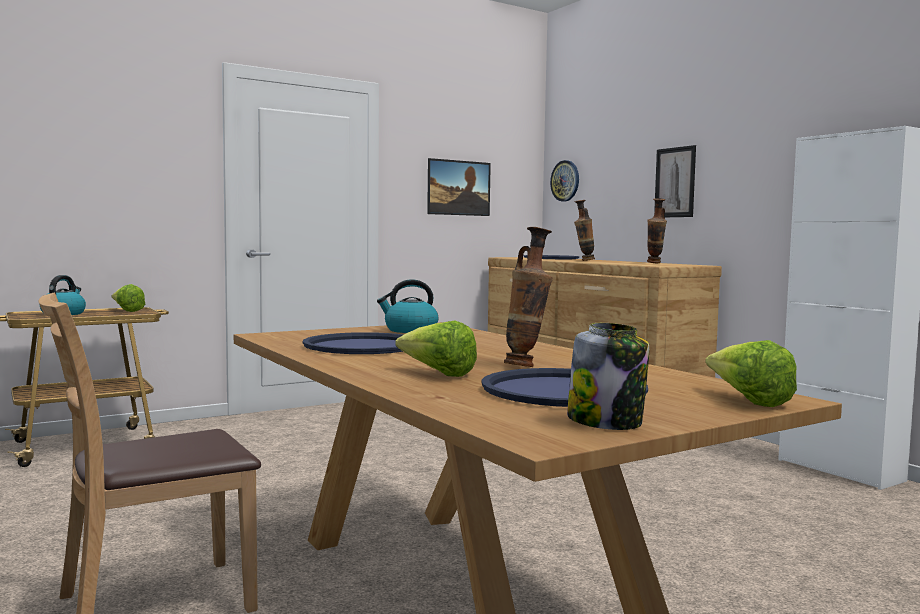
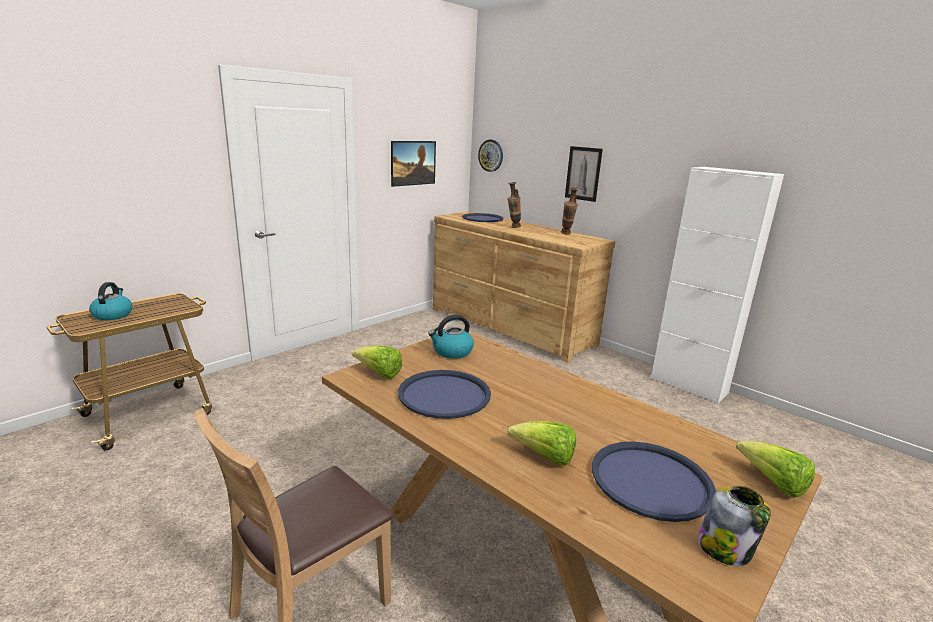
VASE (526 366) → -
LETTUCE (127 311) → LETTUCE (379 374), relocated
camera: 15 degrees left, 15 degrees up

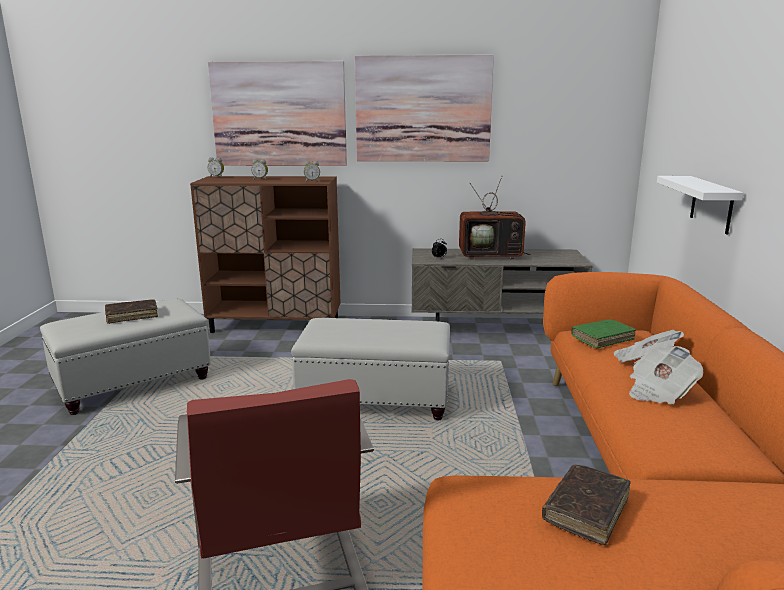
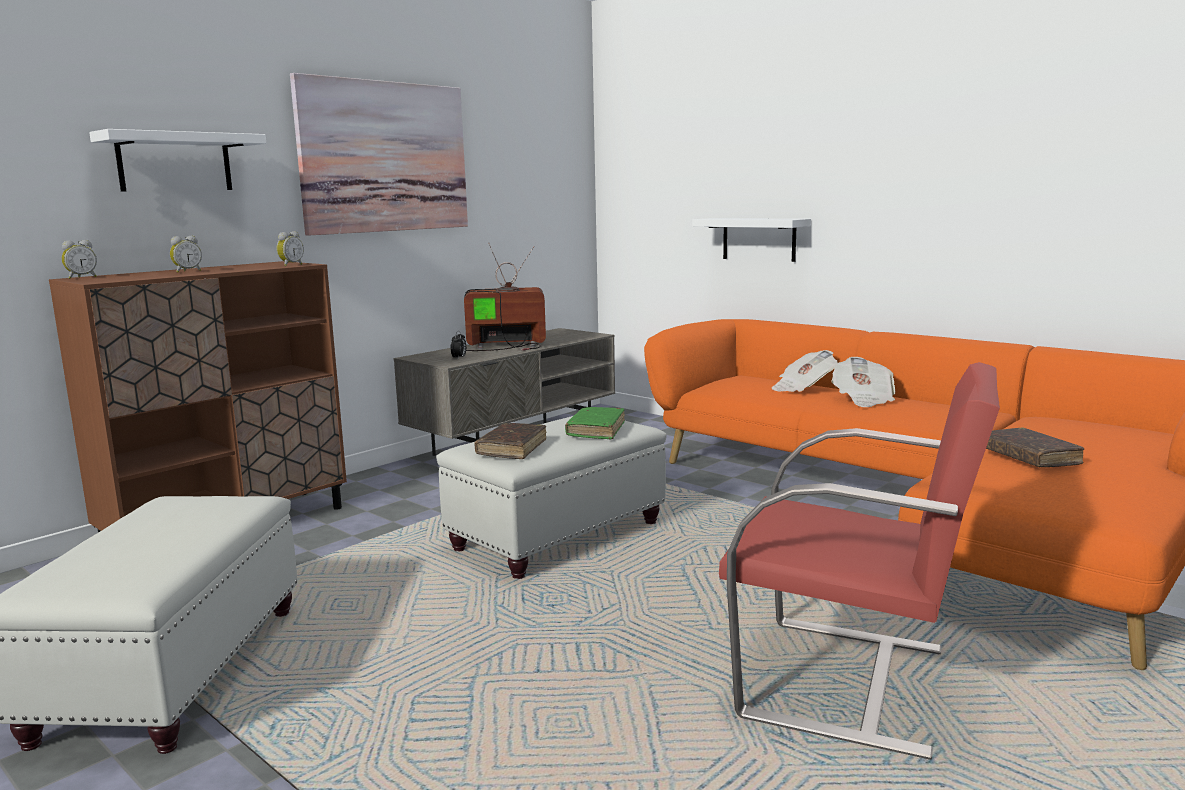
BROWN BOOK (132 316) → BROWN BOOK (512 449), relocated
GREEN BOOK (602 339) → GREEN BOOK (596 430), relocated
PICTURE (279 114) → WHITE SHELF (175 162)
TELEVISION (491 255) → TELEVISION (503 346), 135 degrees counterclockwise
camera: 50 degrees left, 5 degrees down

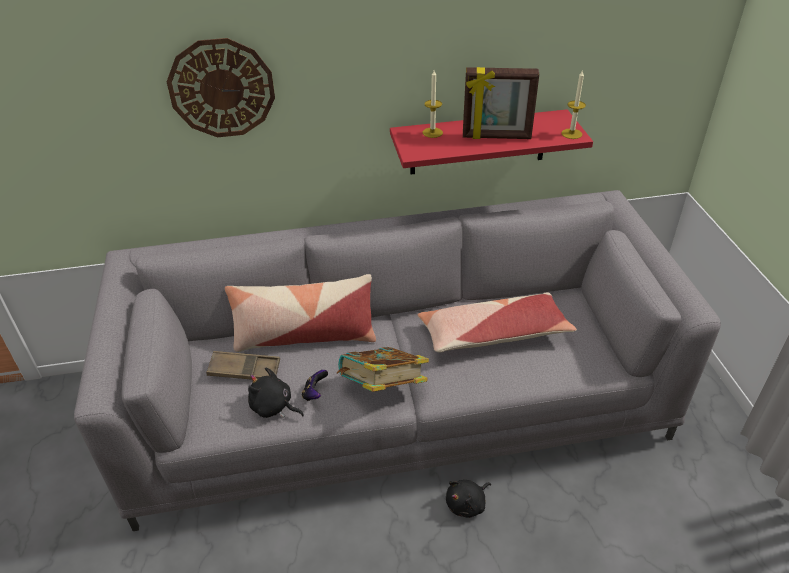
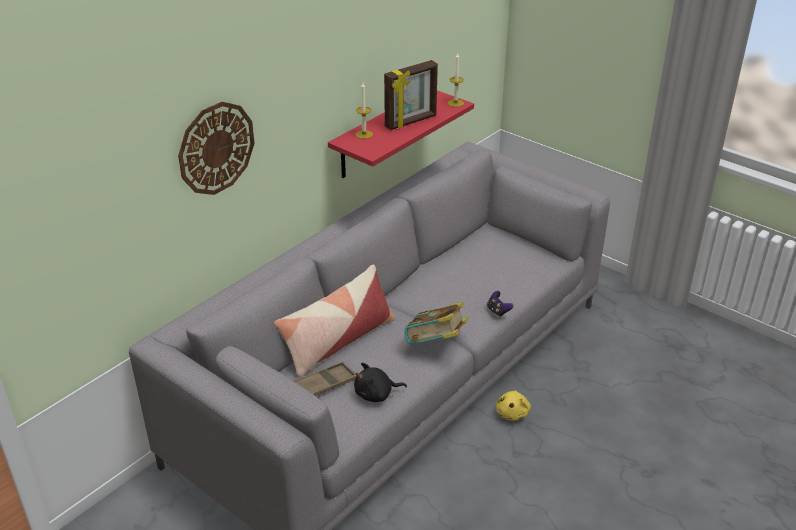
PILLOW (493 334) → -
GAME CONTROLLER (315 393) → GAME CONTROLLER (498 311), relocated
BLACK PLUSH TOY (467 504) → YELLOW PLUSH TOY (512 413)
camera: 40 degrees left, 5 degrees down

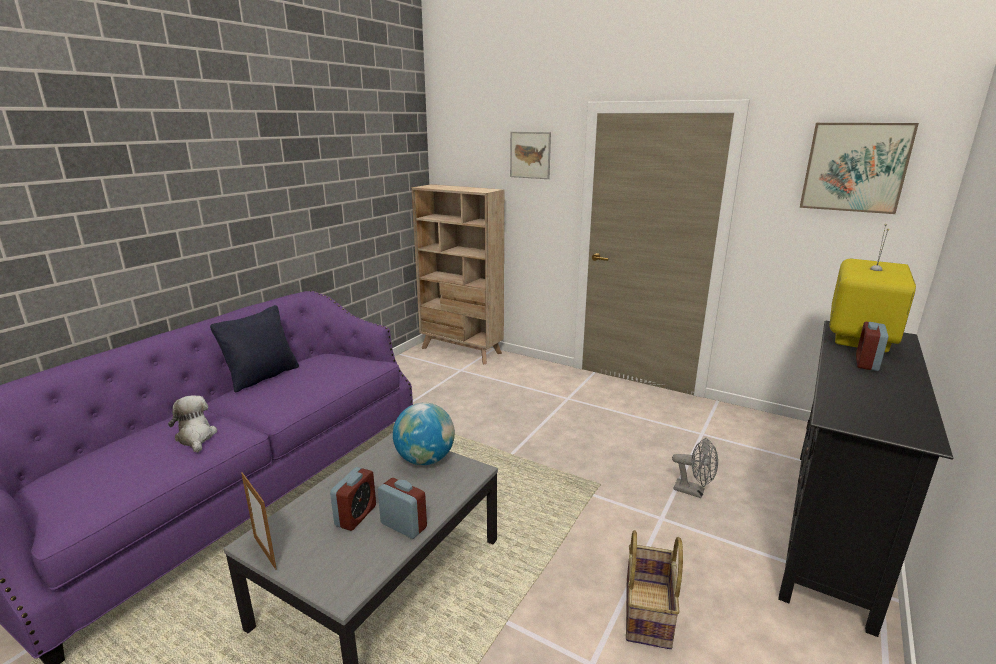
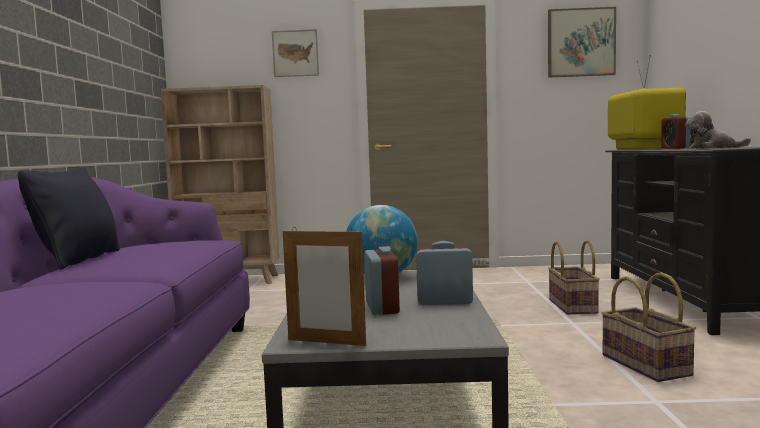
PLUSH TOY (196 437) → PLUSH TOY (712 148), relocated
GREY FAN (694 491) → BASKET (571 306)
camera: 30 degrees left, 15 degrees down

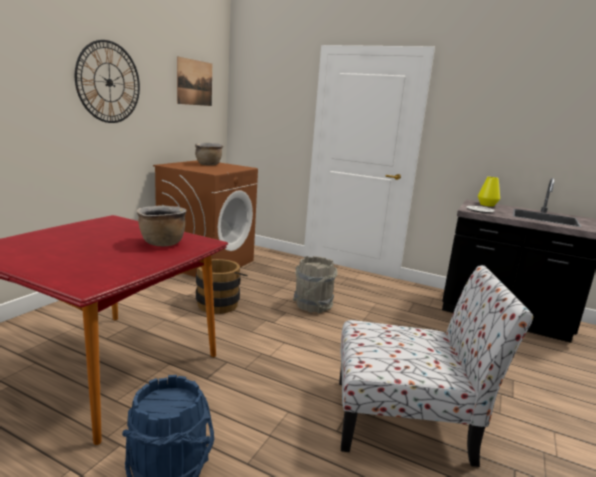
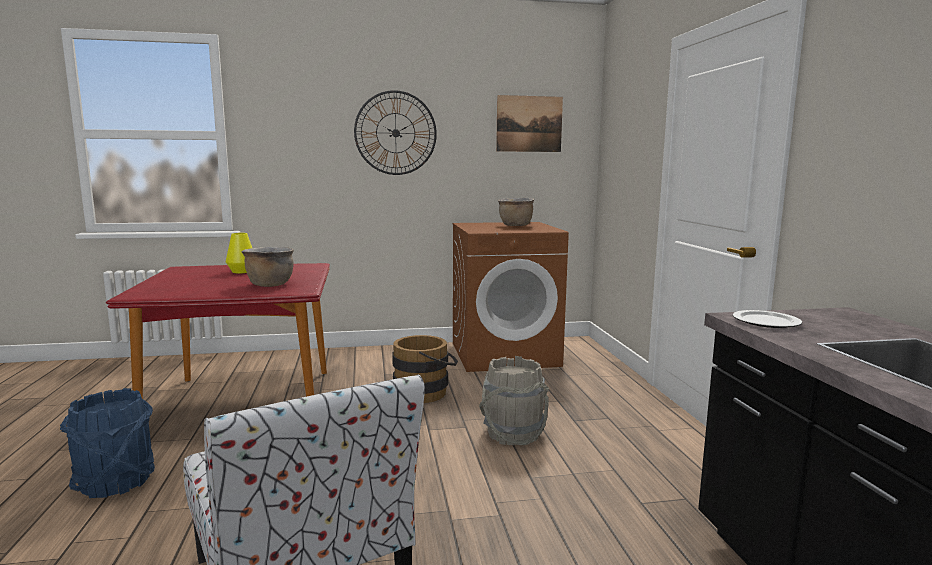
YELLOW VASE (487 205) → YELLOW VASE (241 271), relocated
camera: 55 degrees right, 5 degrees down

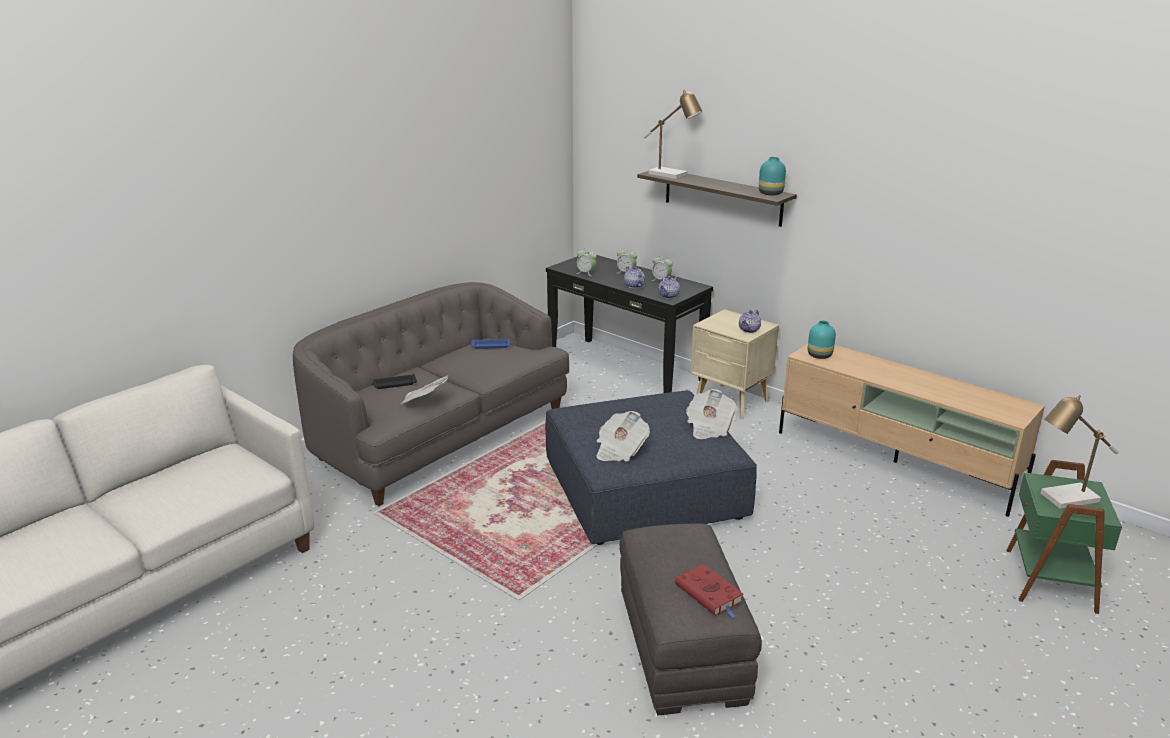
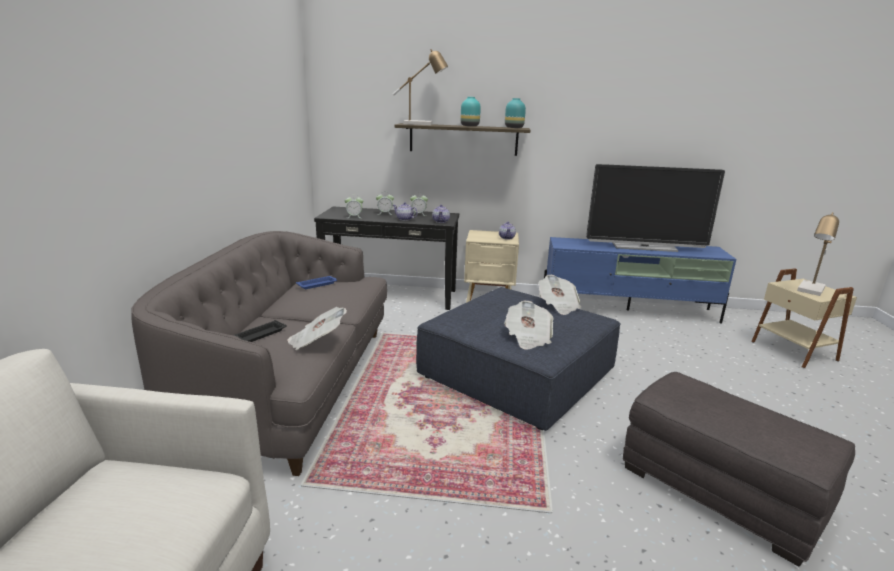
RED BOOK (710 594) → -
- → TELEVISION (644 247)
TURQUOISE VASE (820 355) → TURQUOISE VASE (470 126), relocated
BEIGE TV STAND (896 462) → BLUE TV STAND (629 310)
GREEN SIDE TABLE (1047 580) → BEIGE SIDE TABLE (792 351)
camera: 35 degrees left, 5 degrees down

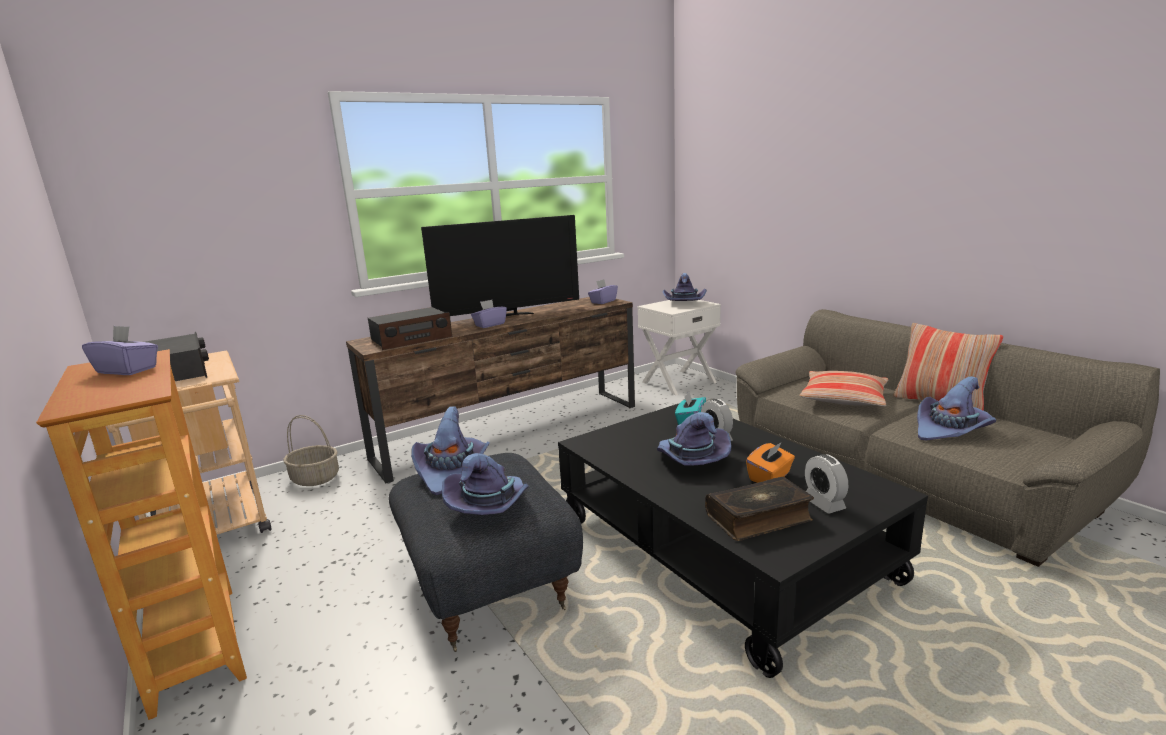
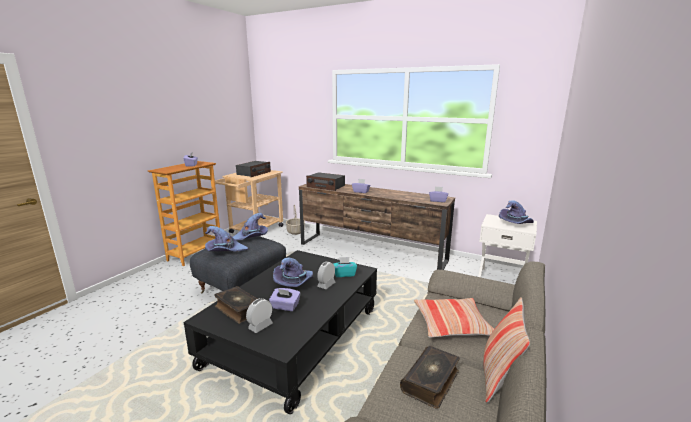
TELEVISION (508 315) → -
PURPLE HAT (951 430) → BOOK (431 381)
ORANGE TISSUE BOX (770 477) → PURPLE TISSUE BOX (285 307)
camera: 60 degrees right, 0 degrees up

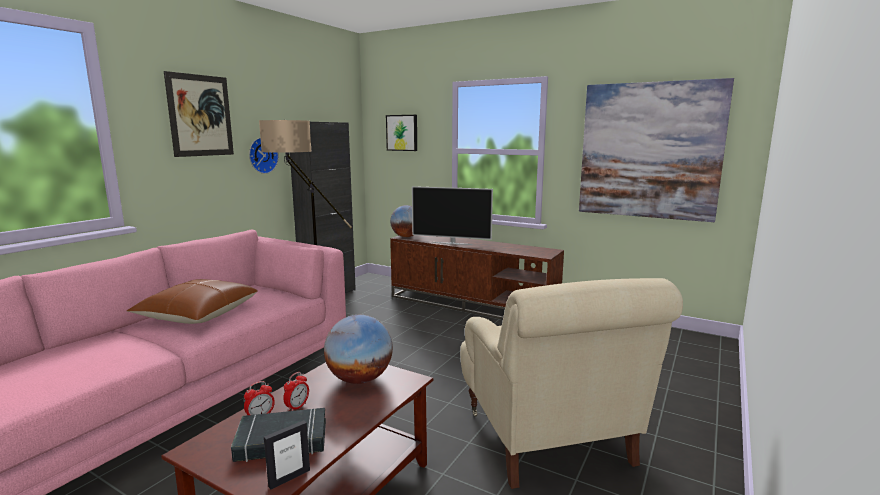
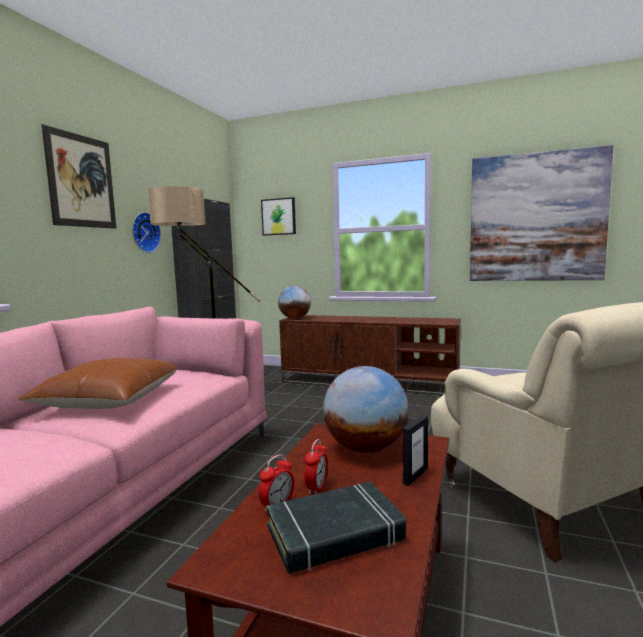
TELEVISION (452 243) → -
PICTURE FRAME (289 478) → PICTURE FRAME (415 476), relocated
camera: 10 degrees left, 5 degrees down

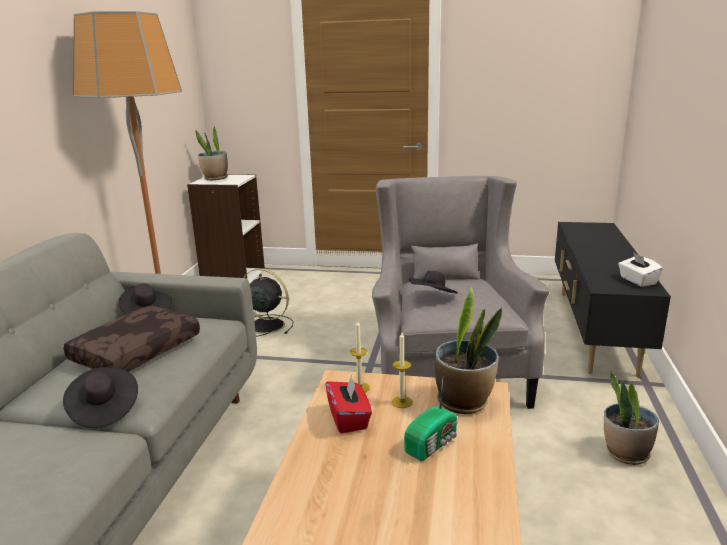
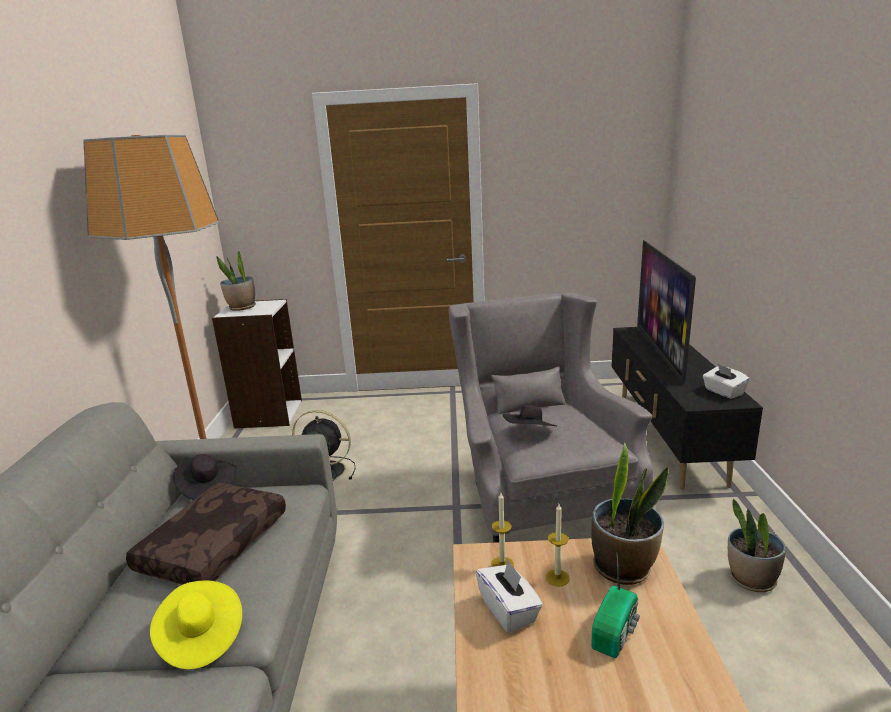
- → TELEVISION (660 352)
BLACK HAT (103 410) → YELLOW HAT (200 638)
RED TISSUE BOX (349 419) → WHITE TISSUE BOX (509 610)
camera: 10 degrees left, 0 degrees up

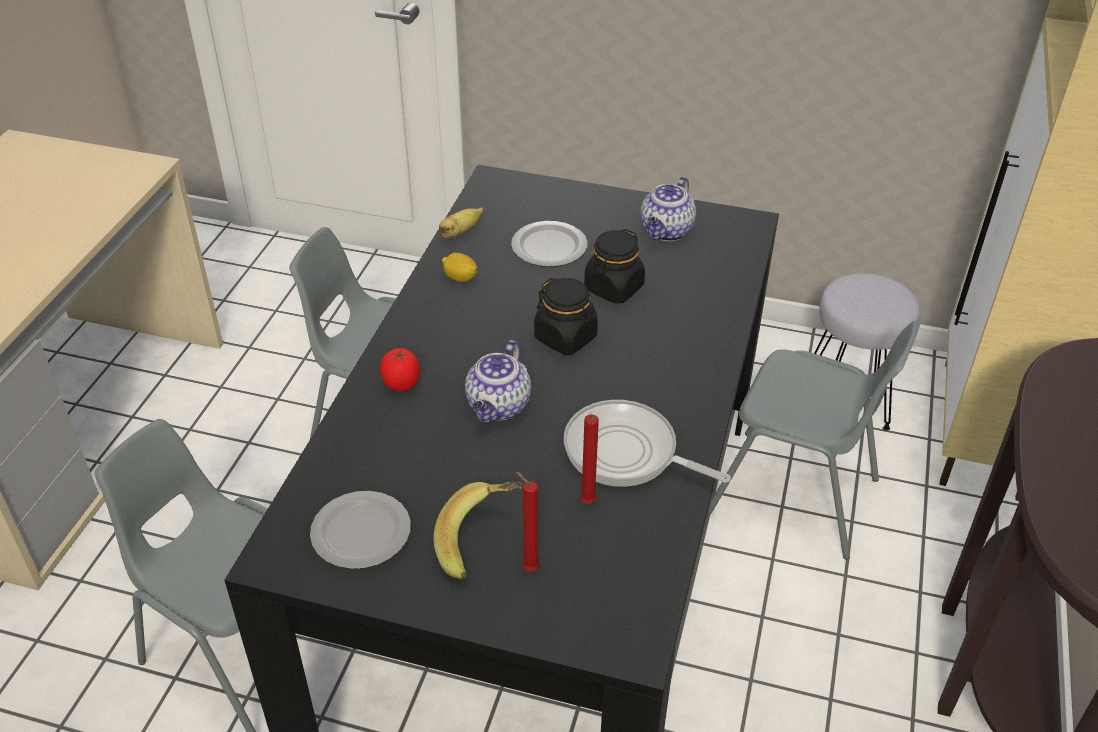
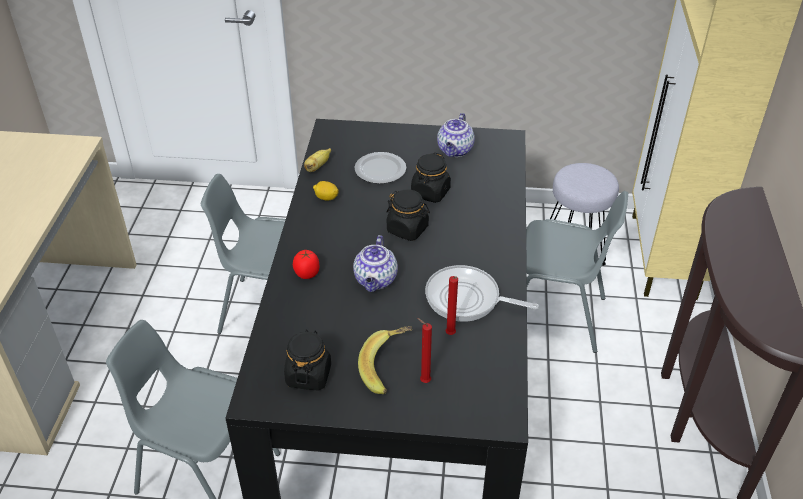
PLATE (361 534) → BLACK JAR (308 375)
camera: 10 degrees left, 0 degrees up

